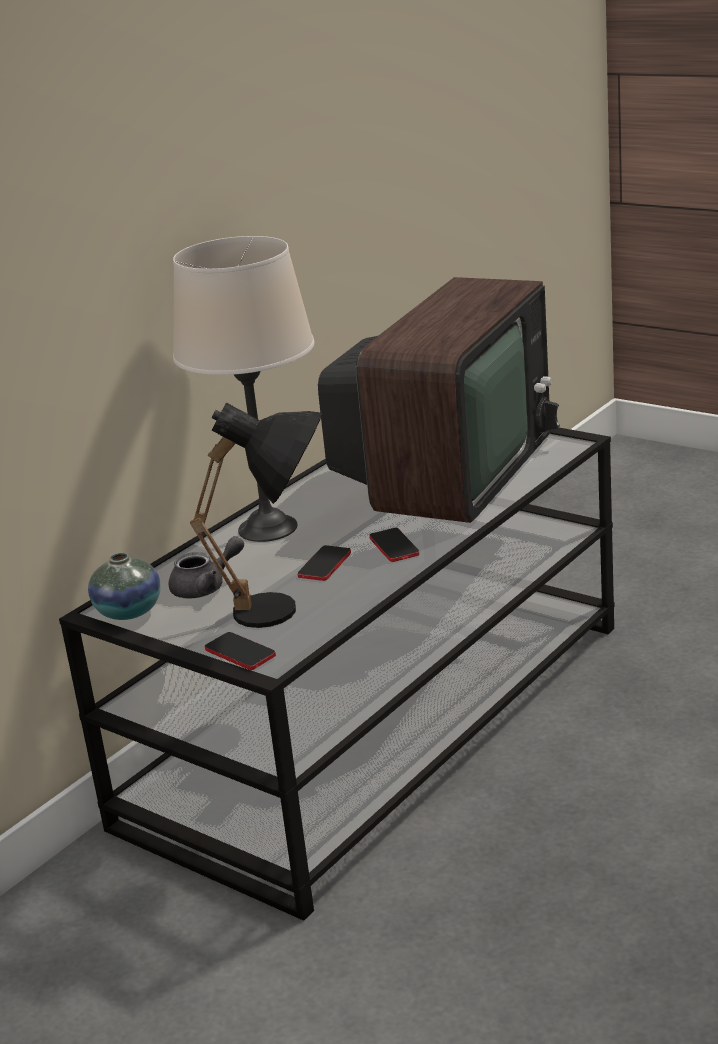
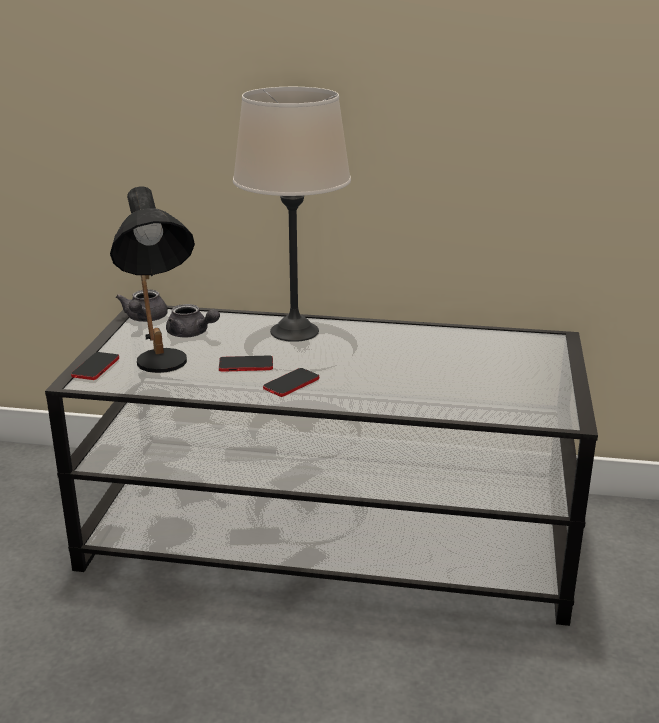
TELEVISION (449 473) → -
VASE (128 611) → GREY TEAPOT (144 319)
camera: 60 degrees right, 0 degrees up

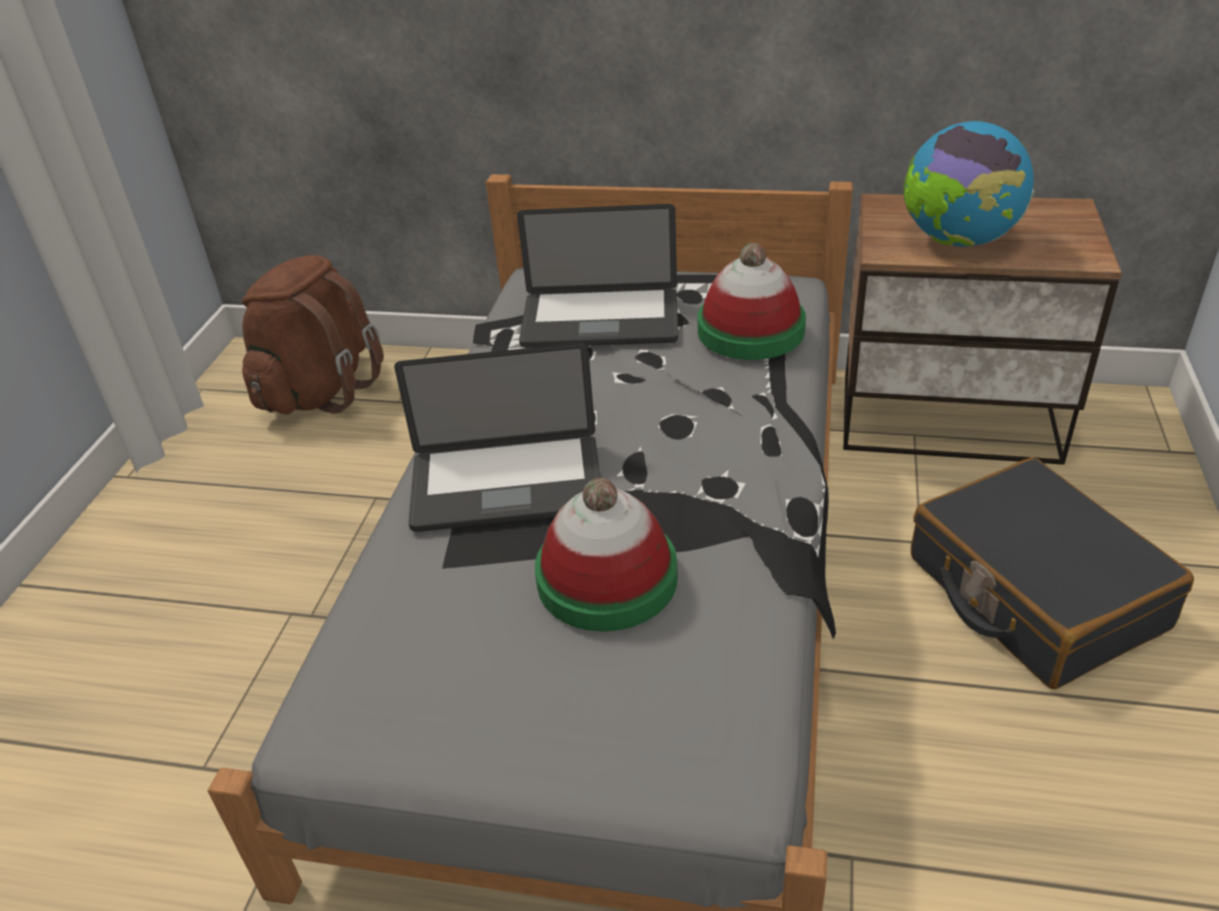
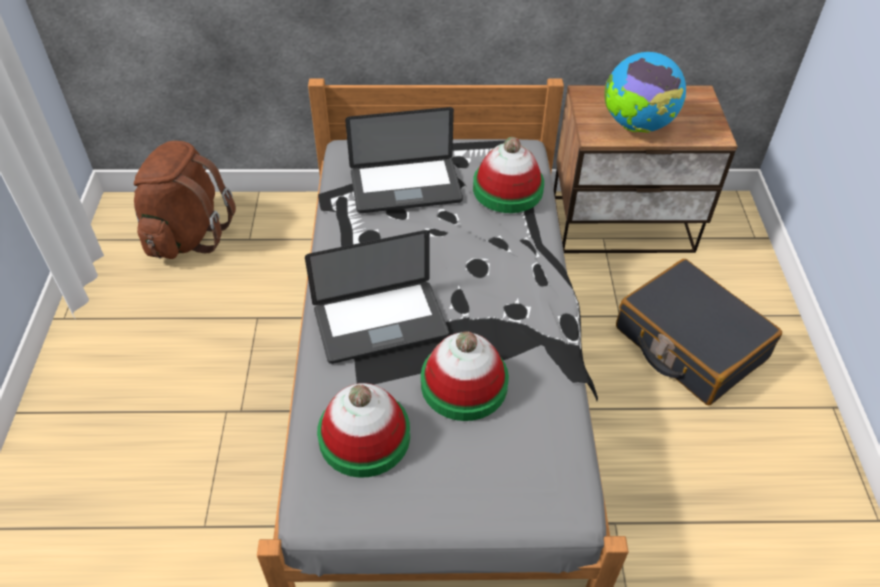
- → HAT (364 436)
camera: 15 degrees left, 10 degrees up

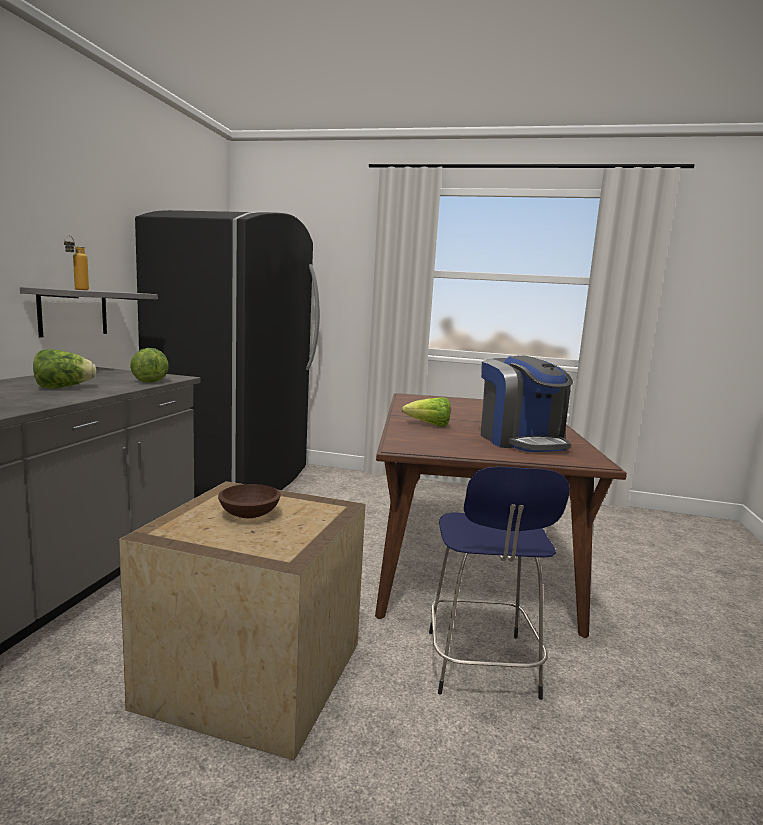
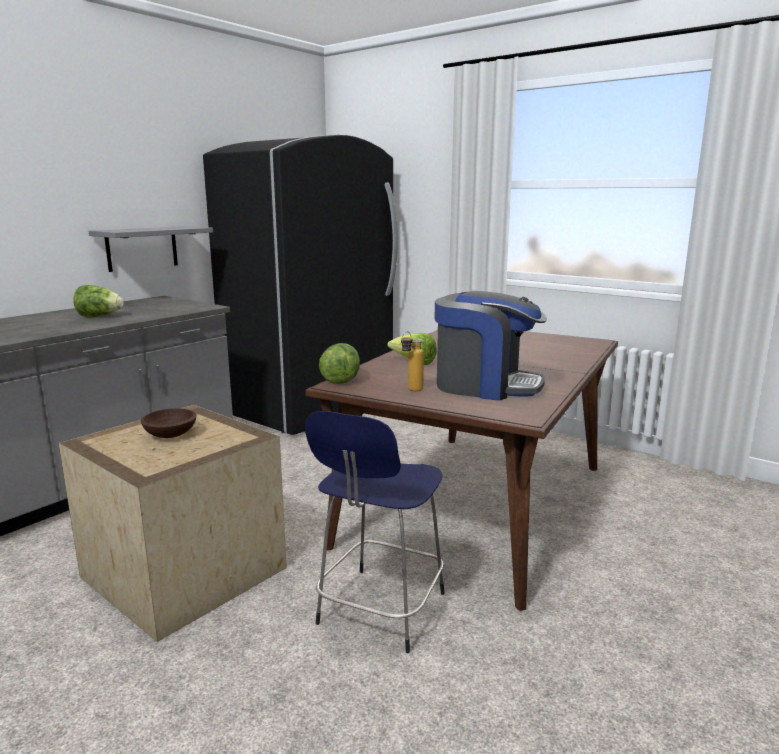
BOTTLE (77 289) → BOTTLE (411 391), relocated
LETTUCE (150 380) → LETTUCE (341 379), relocated
COFFEE MACHINE (521 441) → COFFEE MACHINE (485 386), 75 degrees counterclockwise
camera: 25 degrees right, 5 degrees up

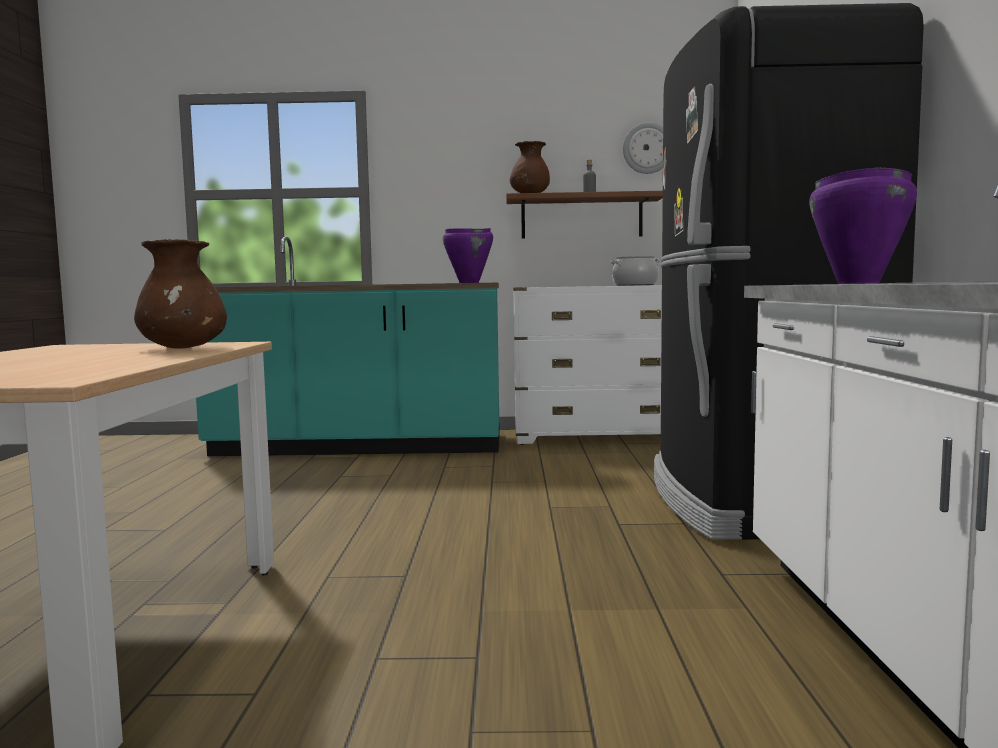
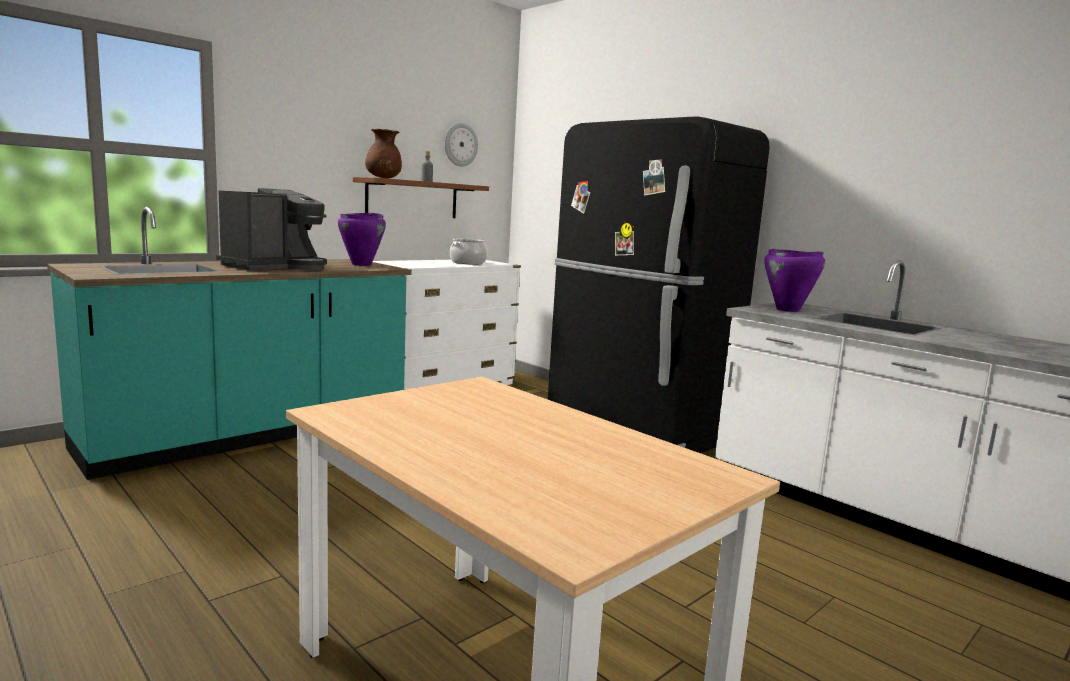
BROWN VASE (184 348) → -
- → COFFEE MACHINE (275 267)
camera: 45 degrees left, 5 degrees up

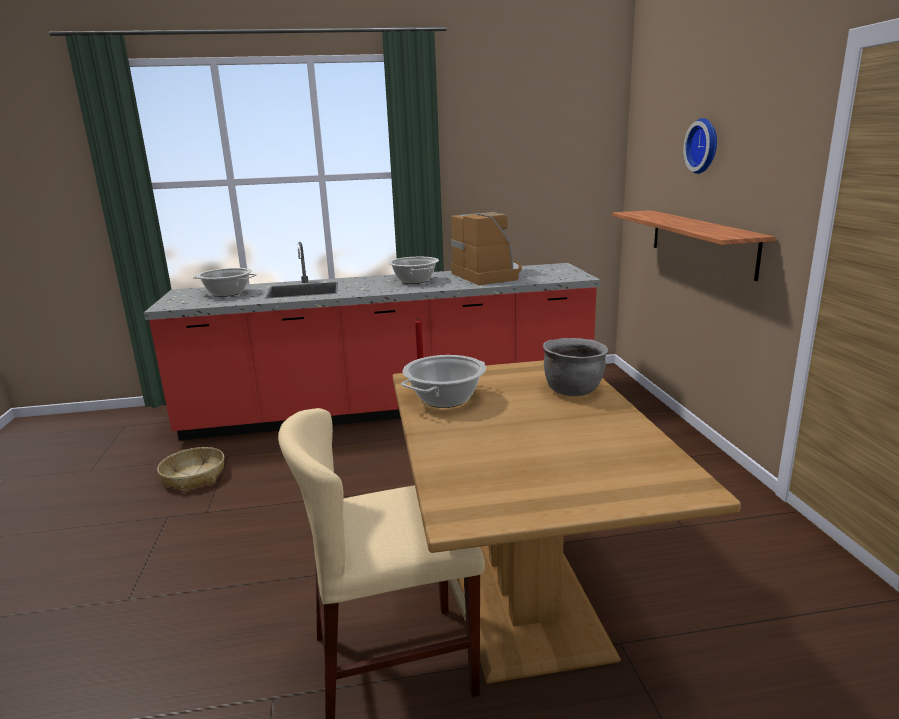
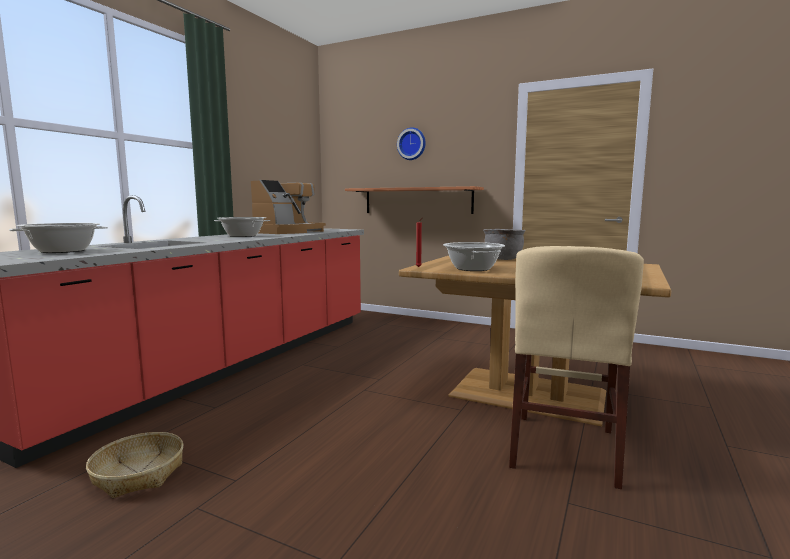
COFFEE MACHINE (489 275) → COFFEE MACHINE (288 232), 105 degrees clockwise
camera: 55 degrees left, 10 degrees down

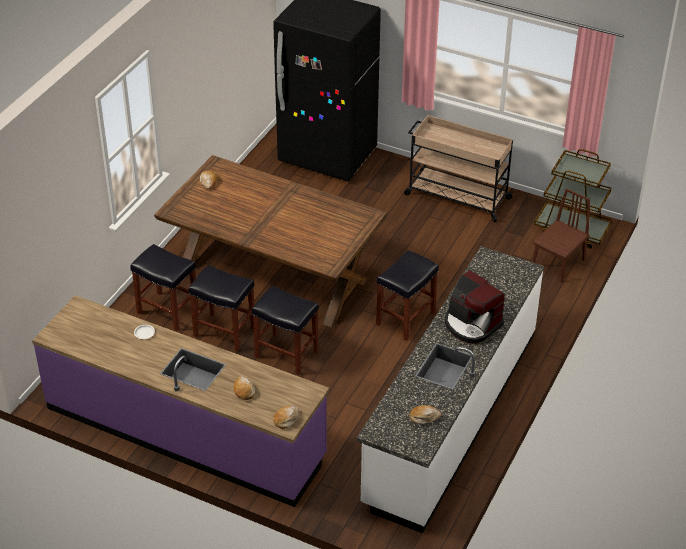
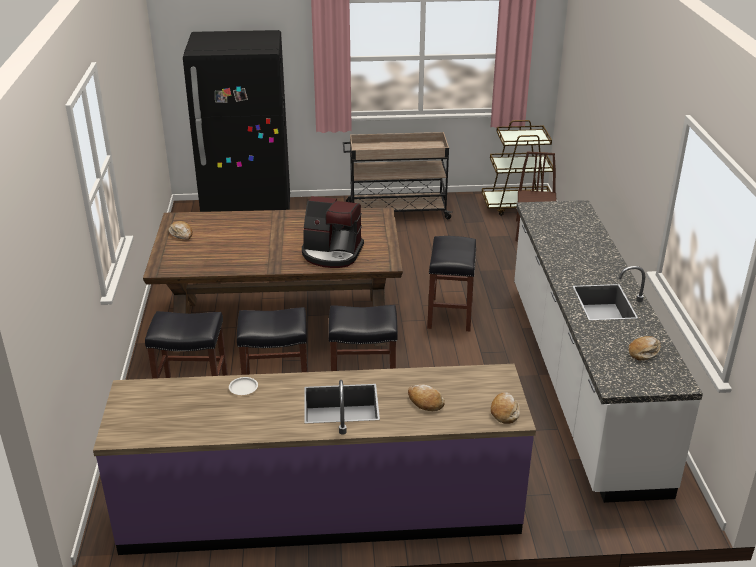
COFFEE MACHINE (471 324) → COFFEE MACHINE (332 253), relocated
camera: 30 degrees left, 10 degrees down

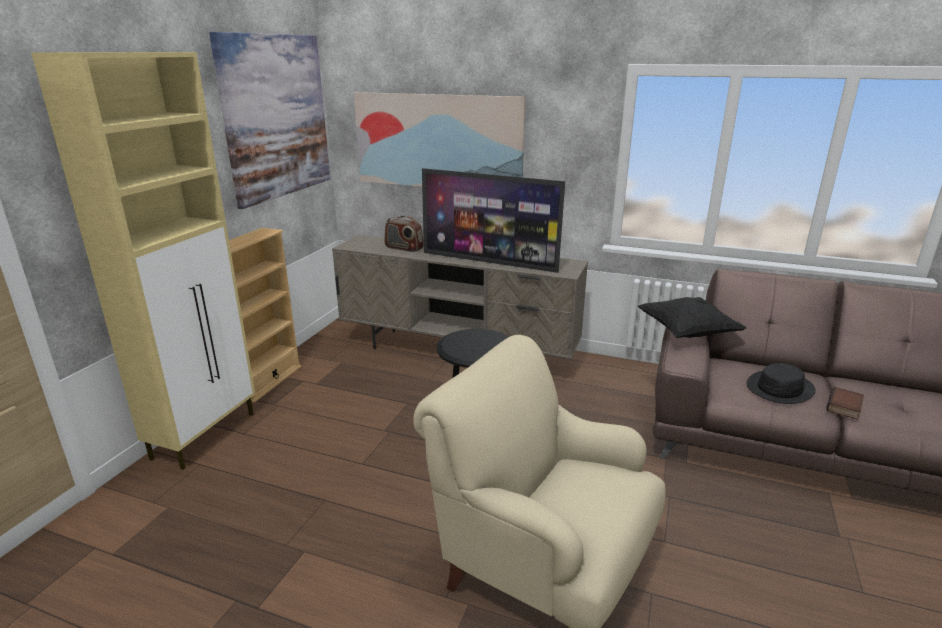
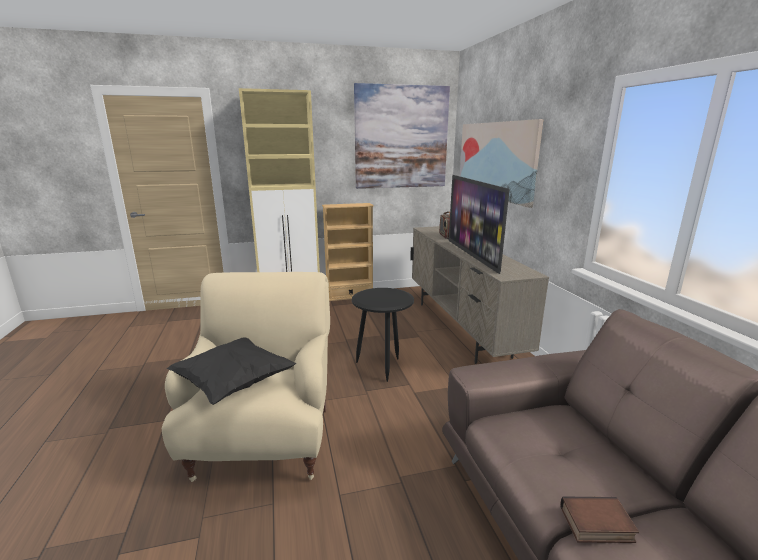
BLACK HAT (780 388) → -
BLACK PILLOW (686 333) → BLACK PILLOW (234 384), relocated
camera: 55 degrees right, 5 degrees down

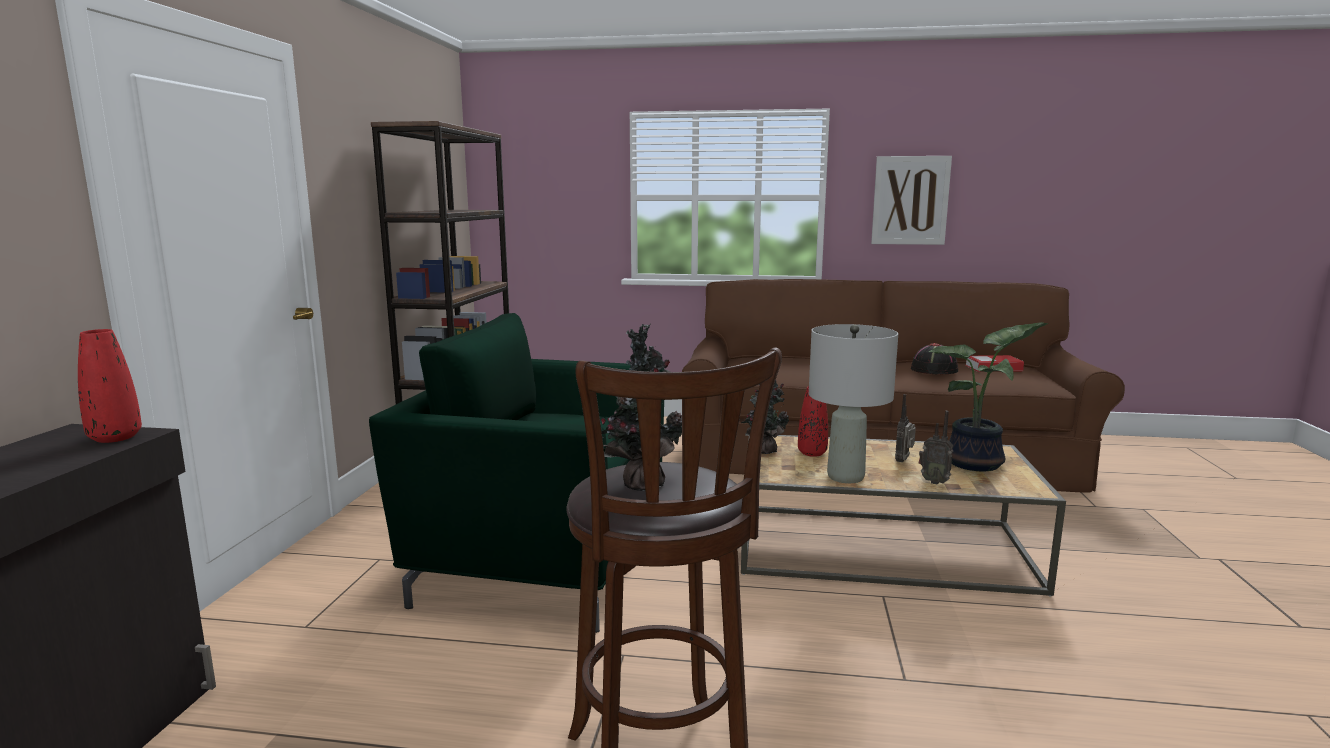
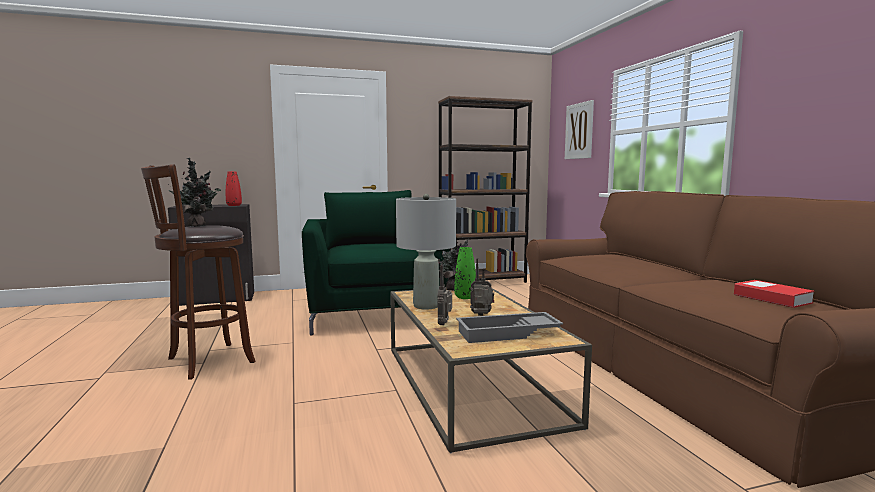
BLACK HAT (934 370) → -
PICTURE (910 200) → PICTURE (579 131), relocated
POTTED PLANT (977 464) → GREY TRAY (508 334)
RED VASE (812 453) → GREEN VASE (465 297)
camera: 65 degrees right, 5 degrees down

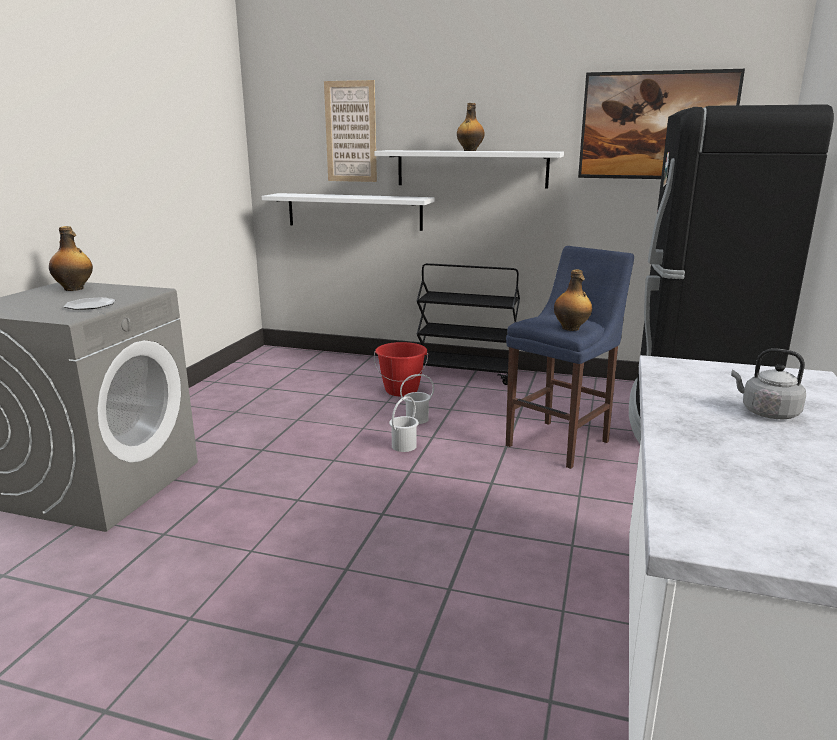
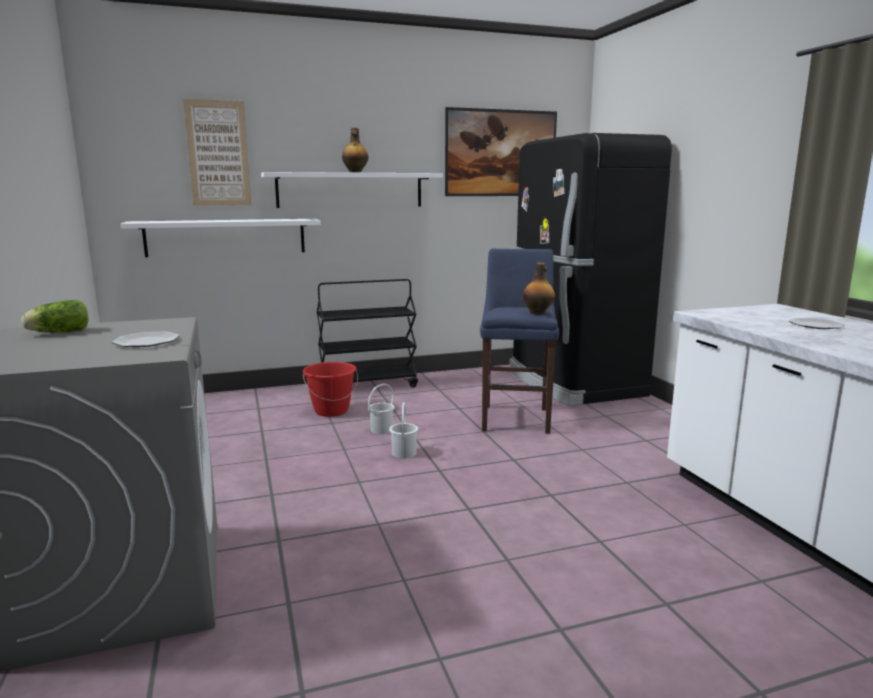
BOTTLE (74 289) → LETTUCE (57 332)
GREY KETTLE (766 413) → PLATE (815 326)
camera: 35 degrees left, 5 degrees down

